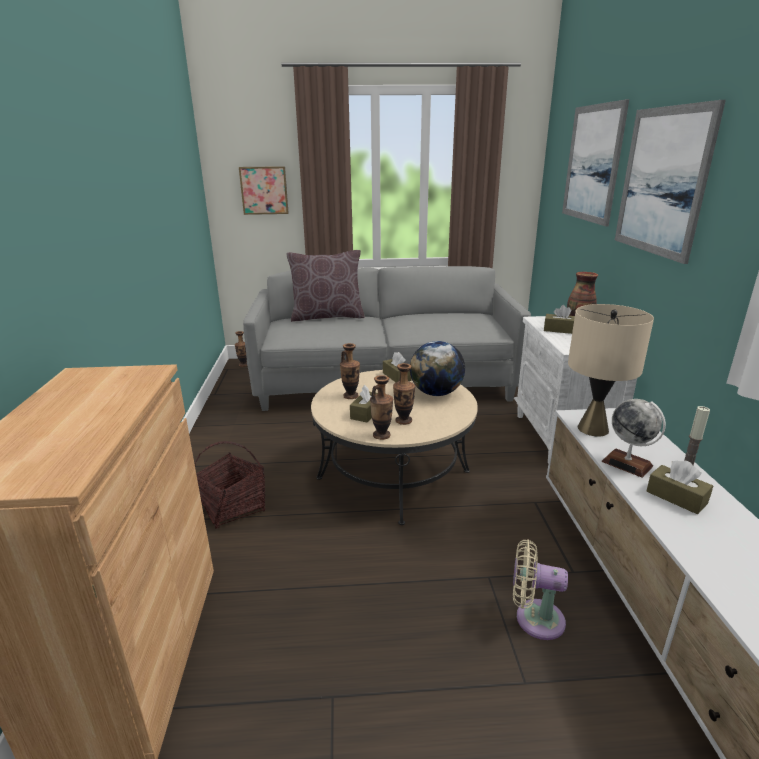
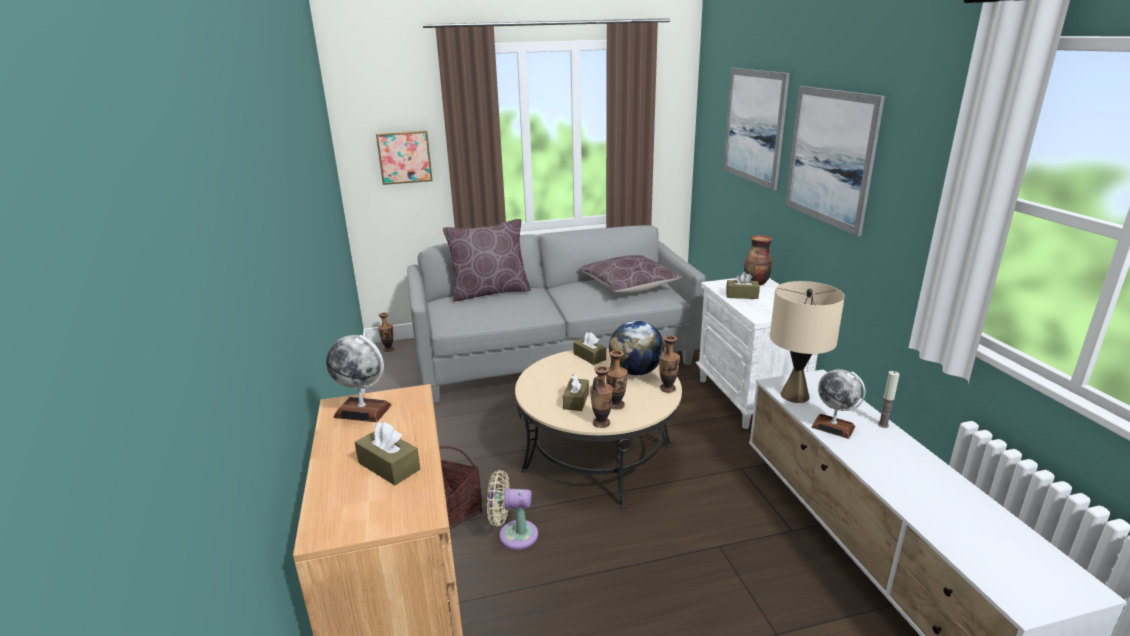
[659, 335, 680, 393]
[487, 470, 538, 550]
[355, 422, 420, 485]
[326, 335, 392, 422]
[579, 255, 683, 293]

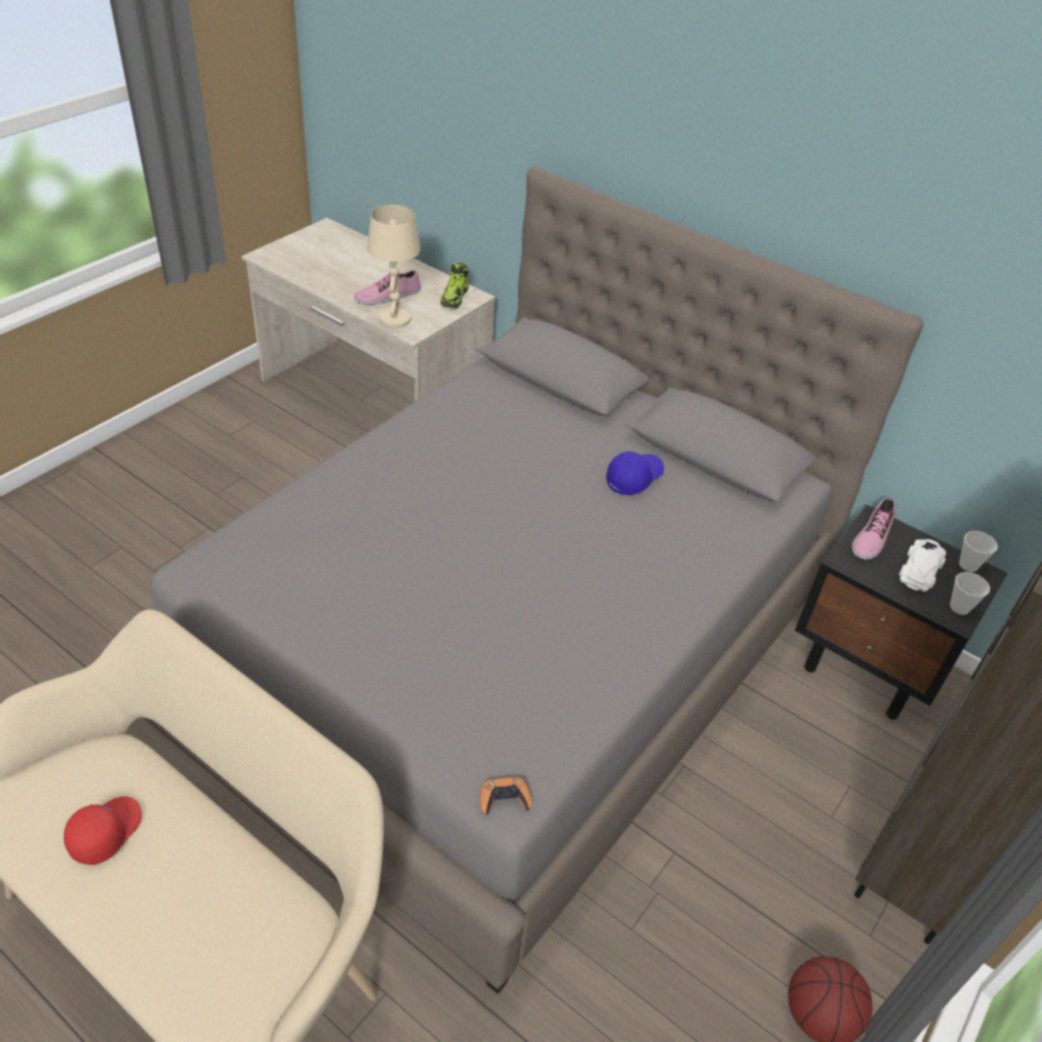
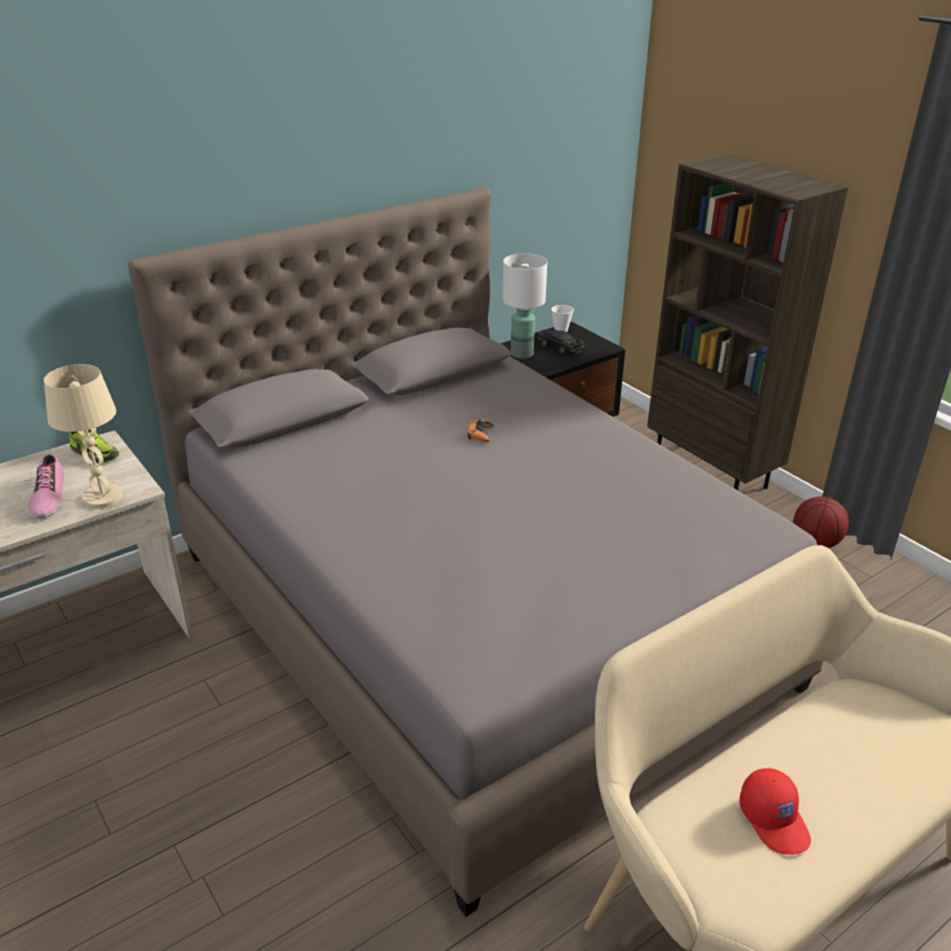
[739, 768, 811, 855]
[468, 419, 493, 442]
[606, 451, 664, 495] (first image)
[502, 253, 547, 359]
[537, 329, 585, 355]
[950, 572, 990, 615] (first image)

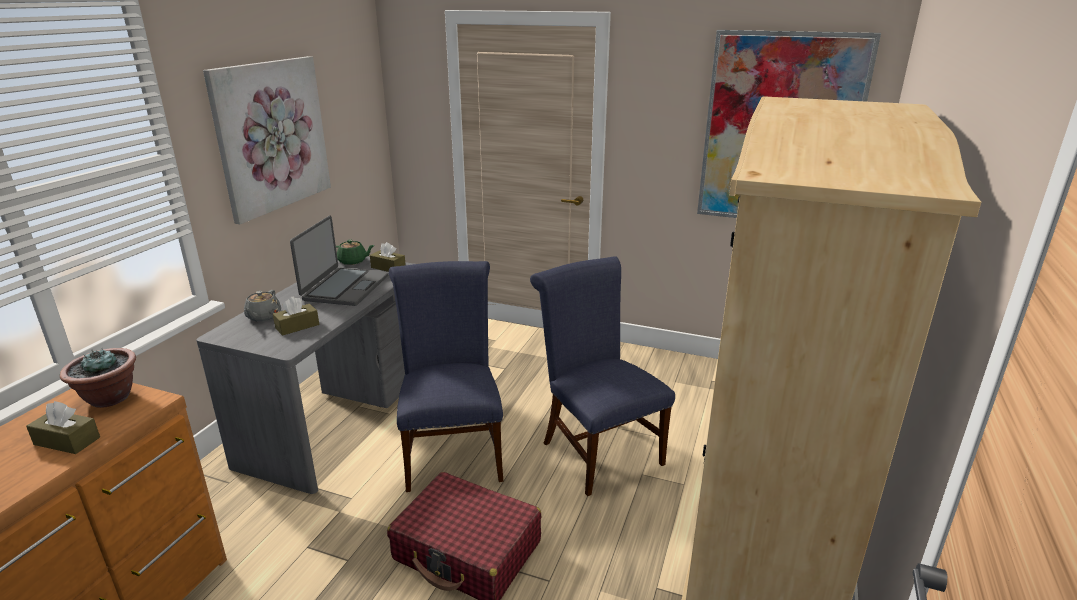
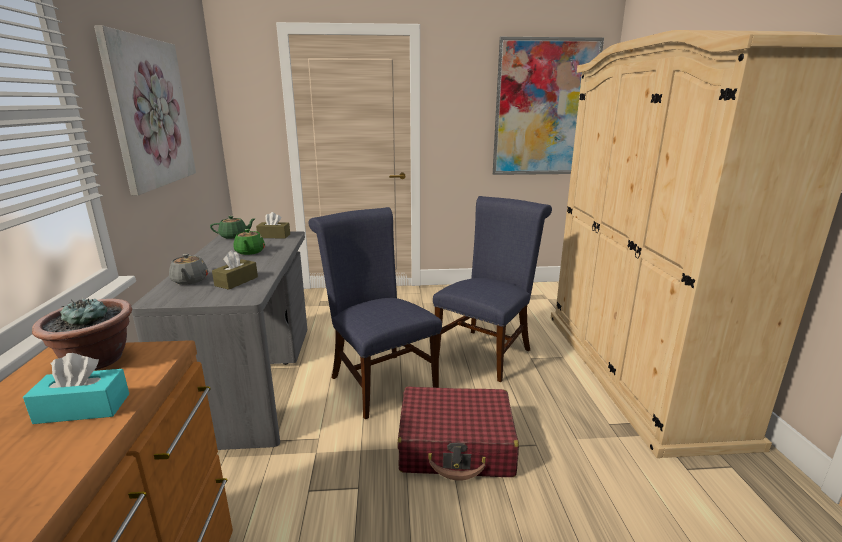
[23, 353, 129, 424]
[233, 229, 265, 255]
[433, 196, 552, 382]

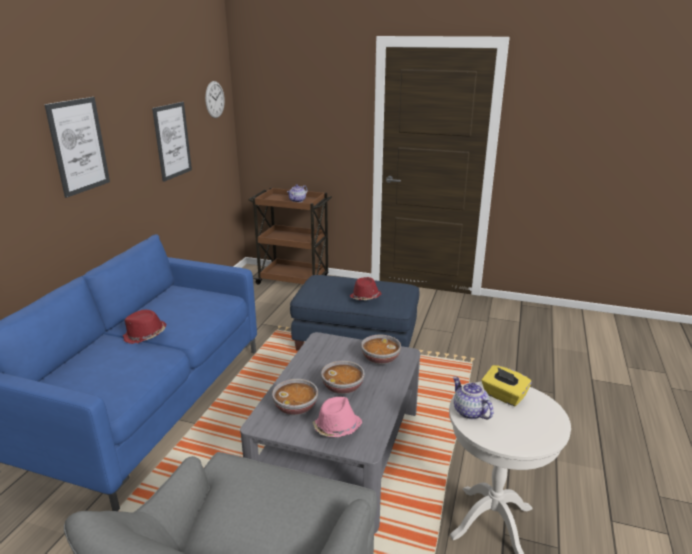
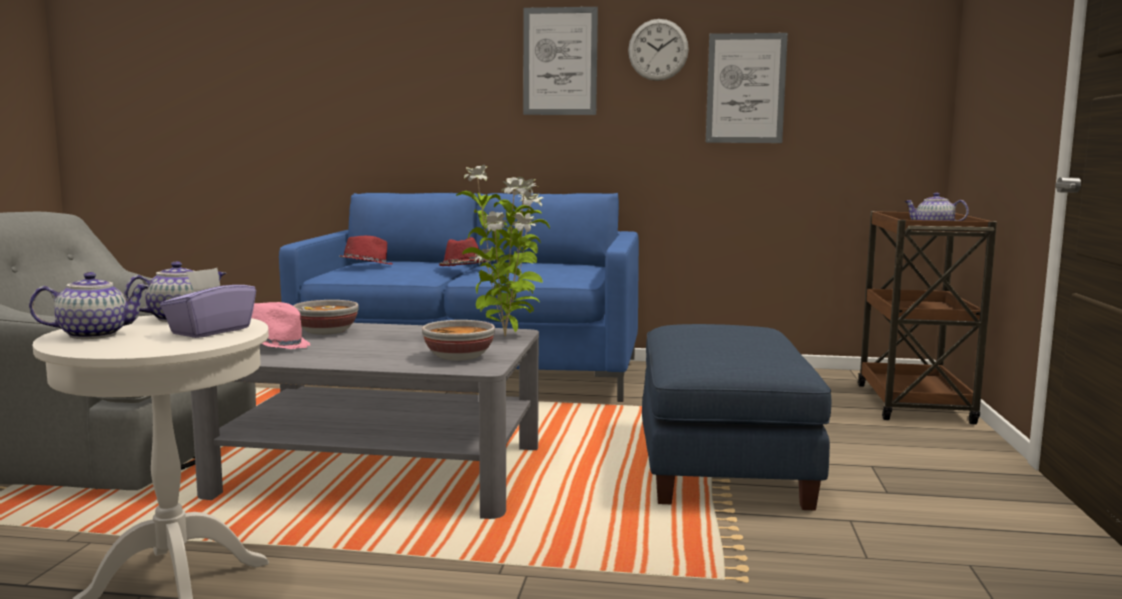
[628, 19, 689, 81]
[321, 361, 365, 395] (first image)
[340, 236, 393, 265]
[160, 268, 256, 338]
[29, 272, 150, 339]
[456, 165, 550, 336]

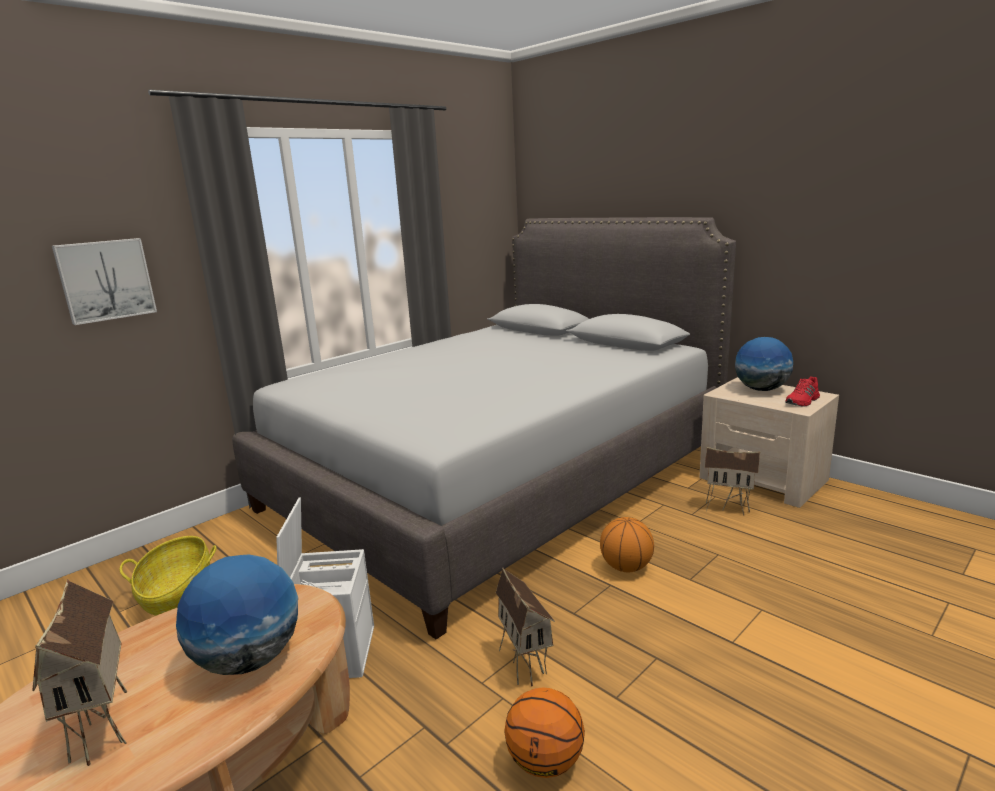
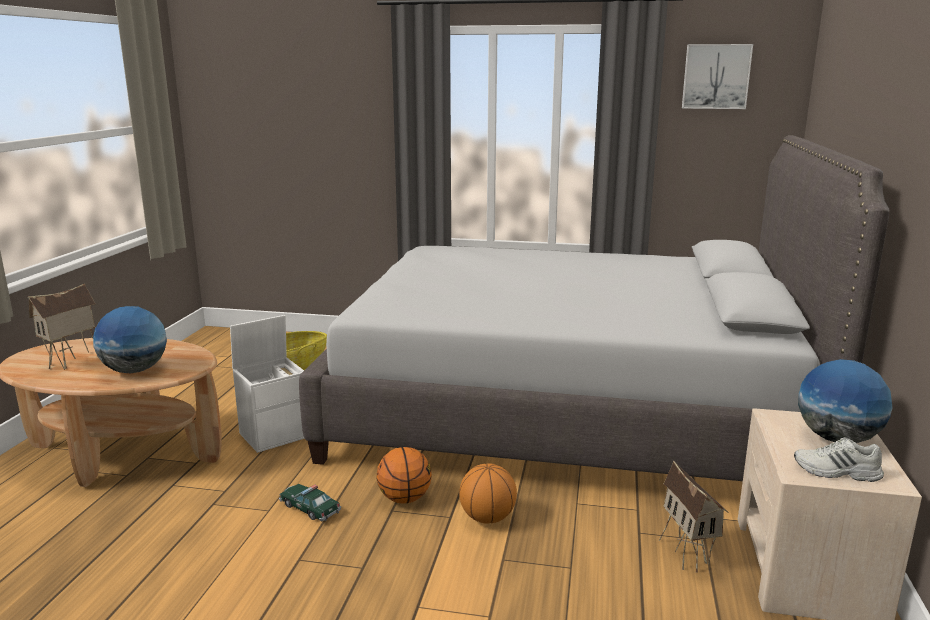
[682, 44, 753, 109]
[279, 484, 341, 521]
[377, 447, 432, 504]
[794, 438, 884, 482]

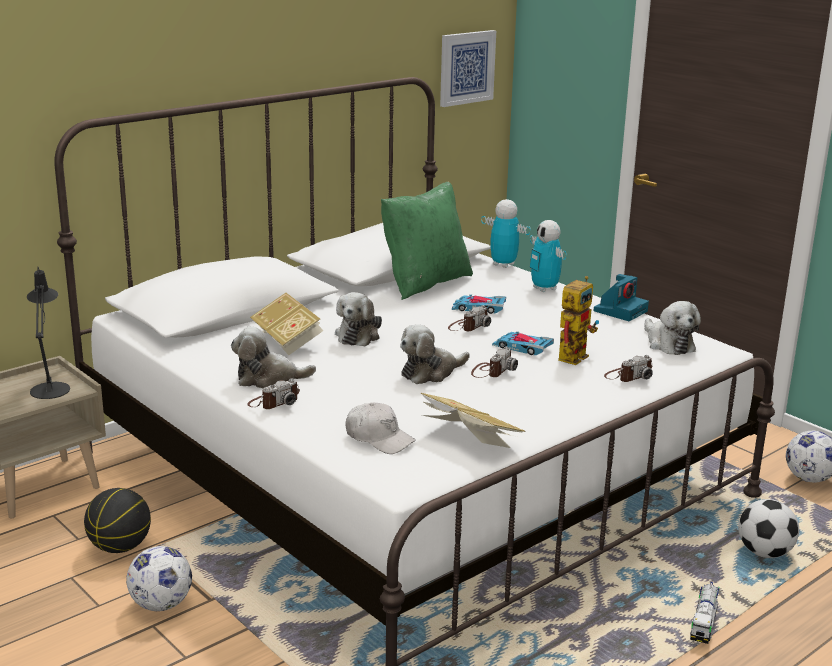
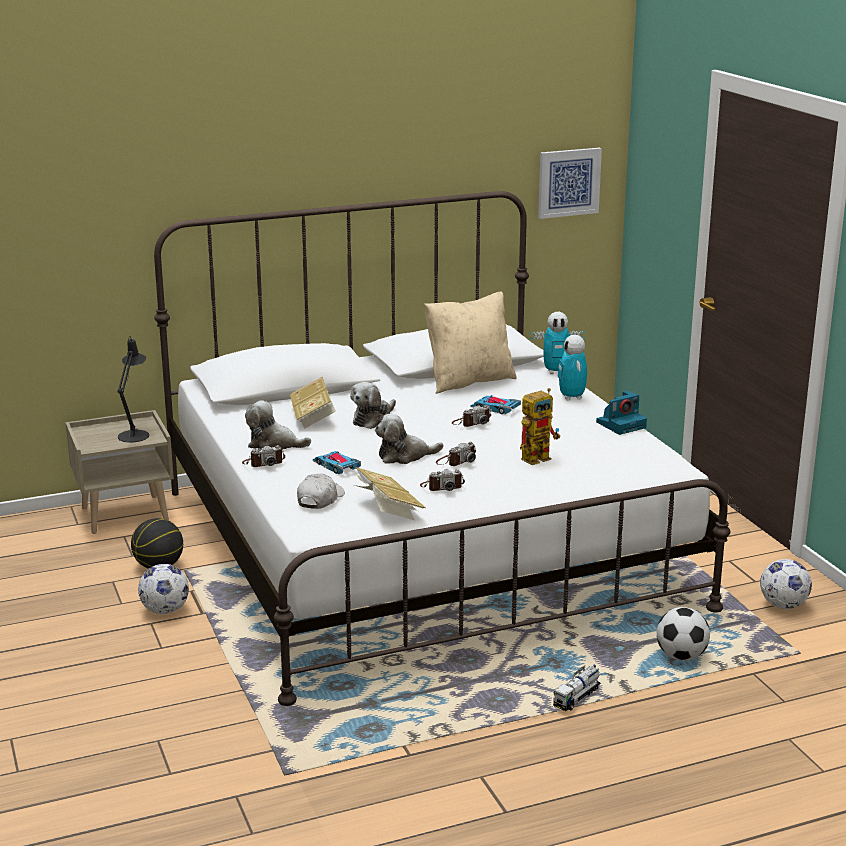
[297, 473, 345, 509]
[424, 292, 517, 394]
[530, 312, 585, 374]
[313, 451, 361, 474]
[420, 469, 465, 491]
[644, 301, 701, 355] (first image)

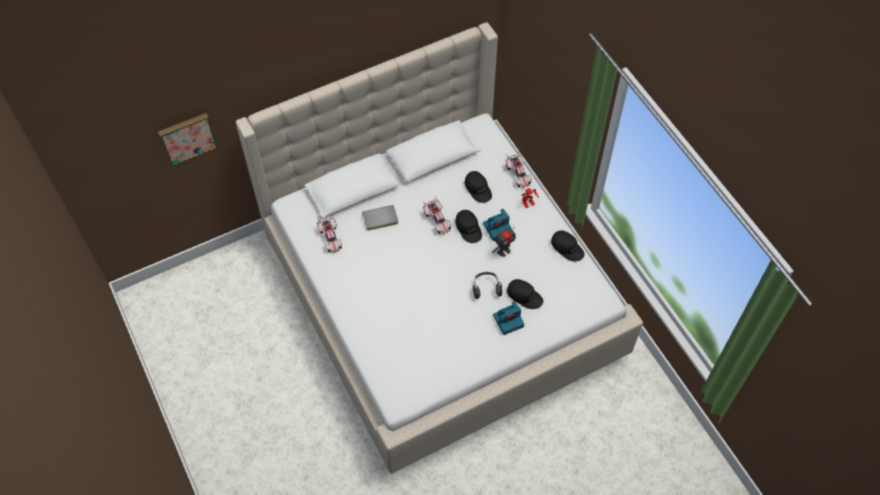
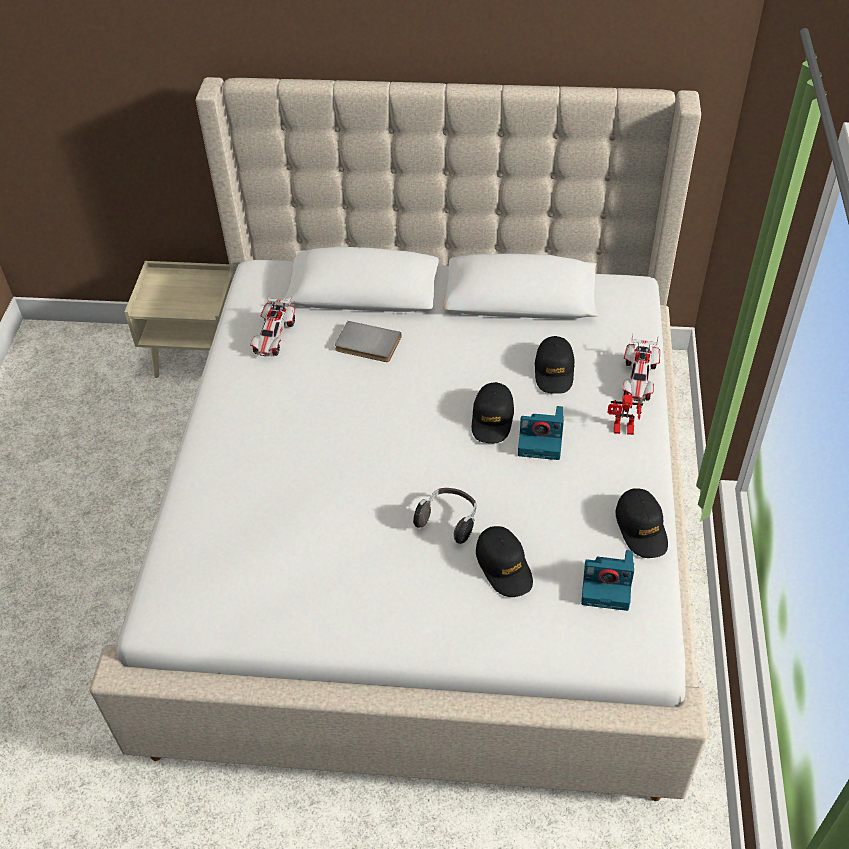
[158, 113, 218, 166] (first image)
[423, 196, 452, 234] (first image)
[492, 225, 516, 257] (first image)
[581, 550, 634, 611]
[125, 261, 232, 378]

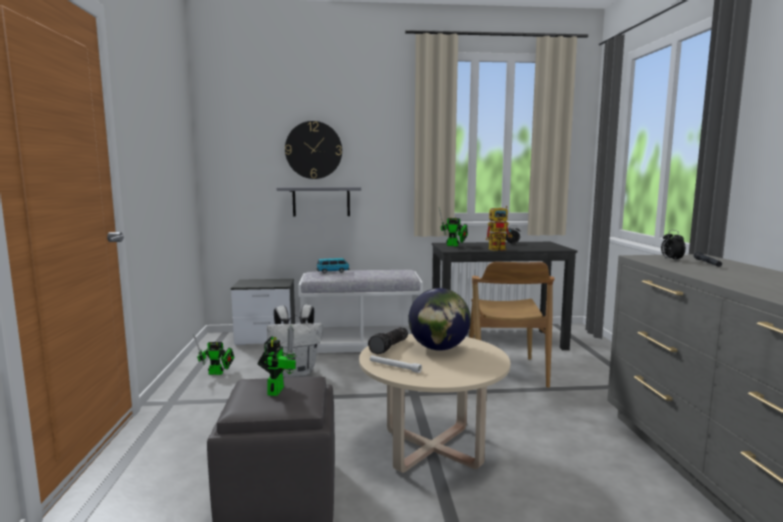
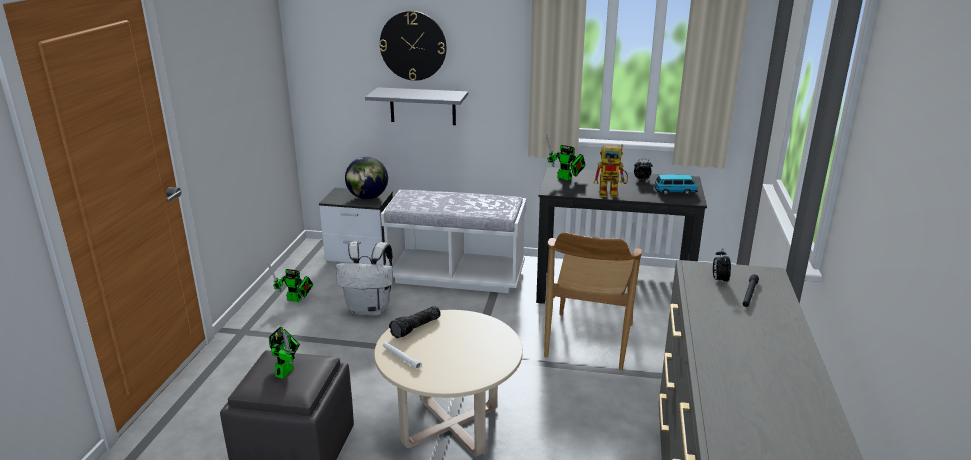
[654, 175, 698, 195]
[345, 157, 388, 200]

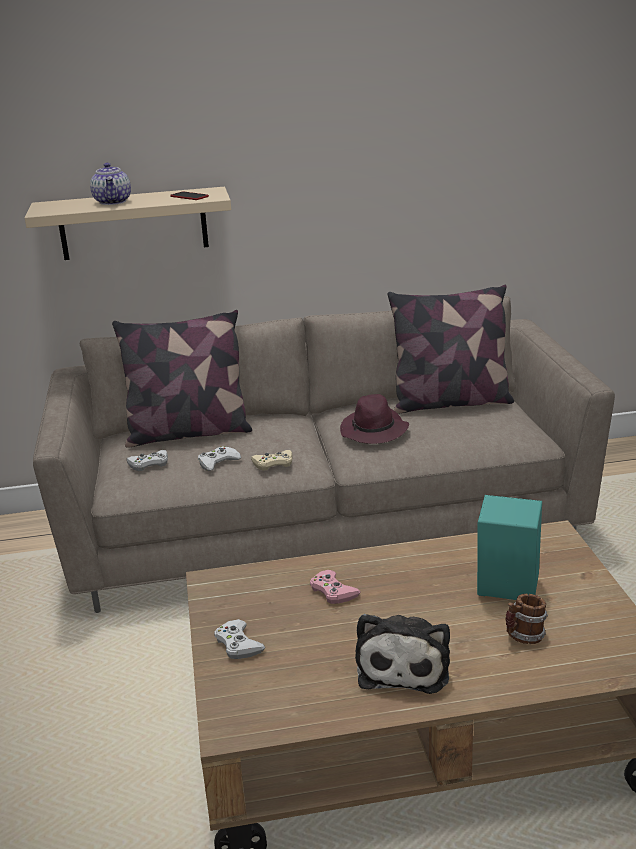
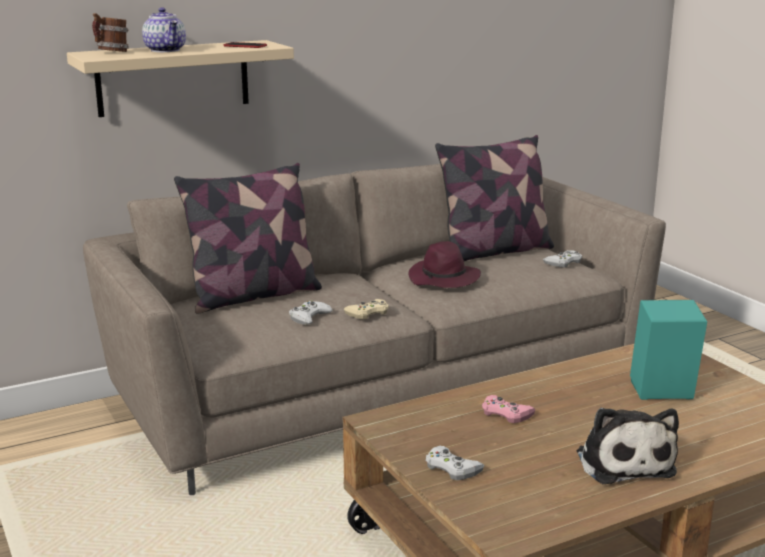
[543, 250, 582, 268]
[92, 13, 129, 52]

